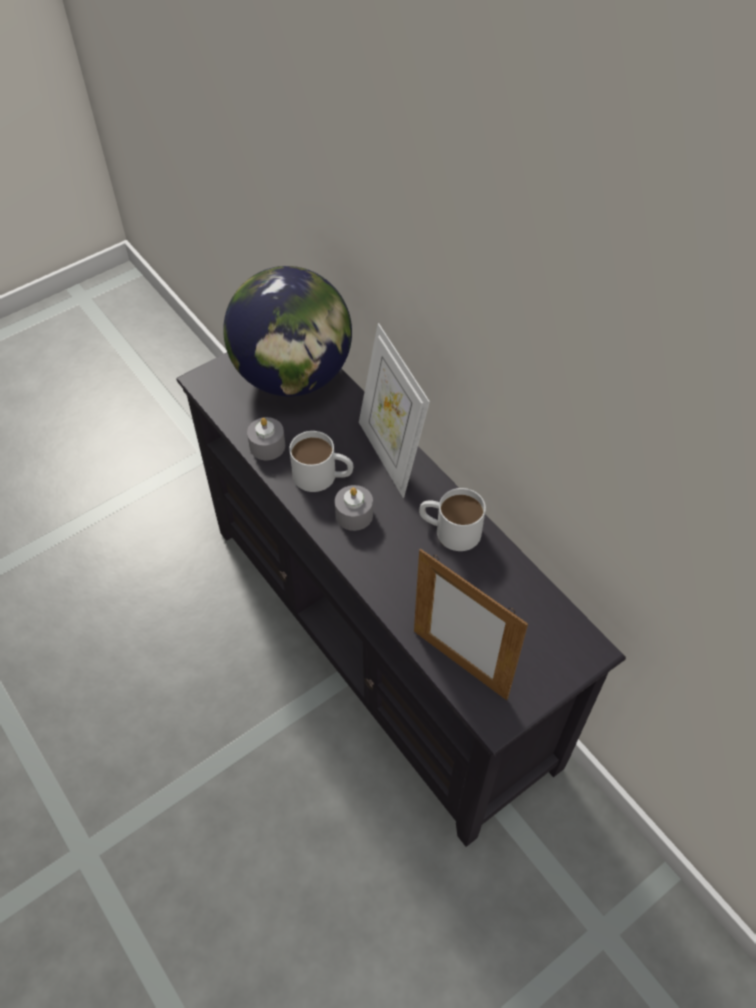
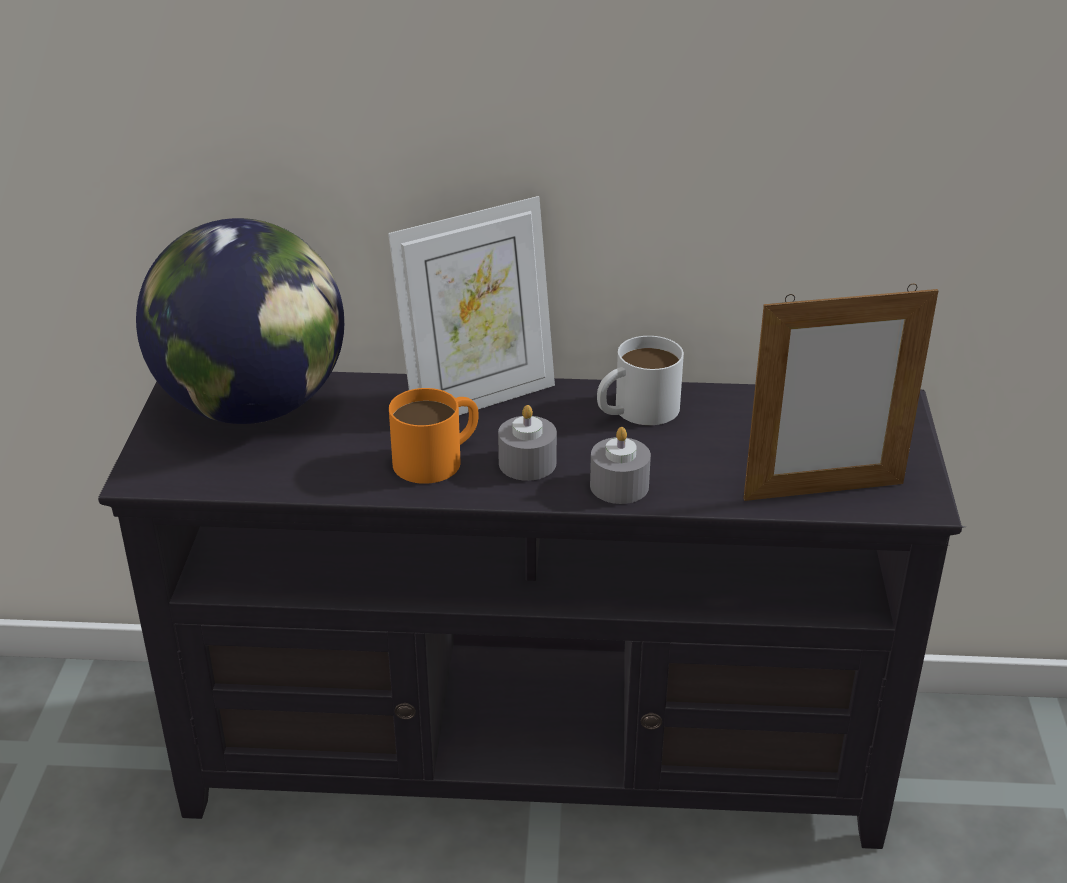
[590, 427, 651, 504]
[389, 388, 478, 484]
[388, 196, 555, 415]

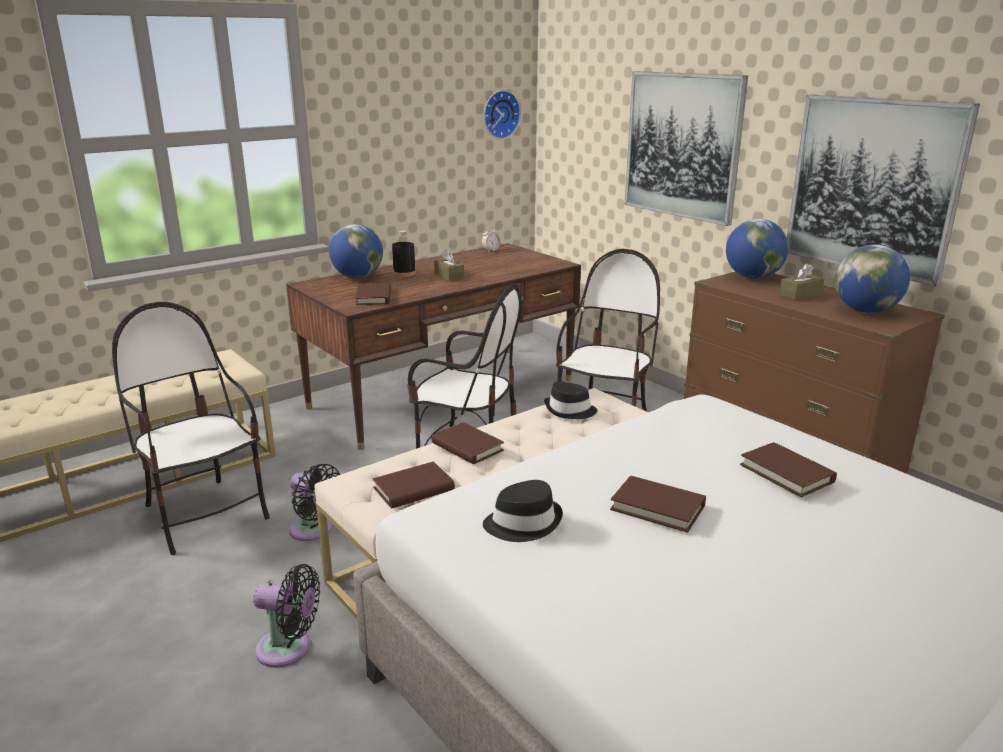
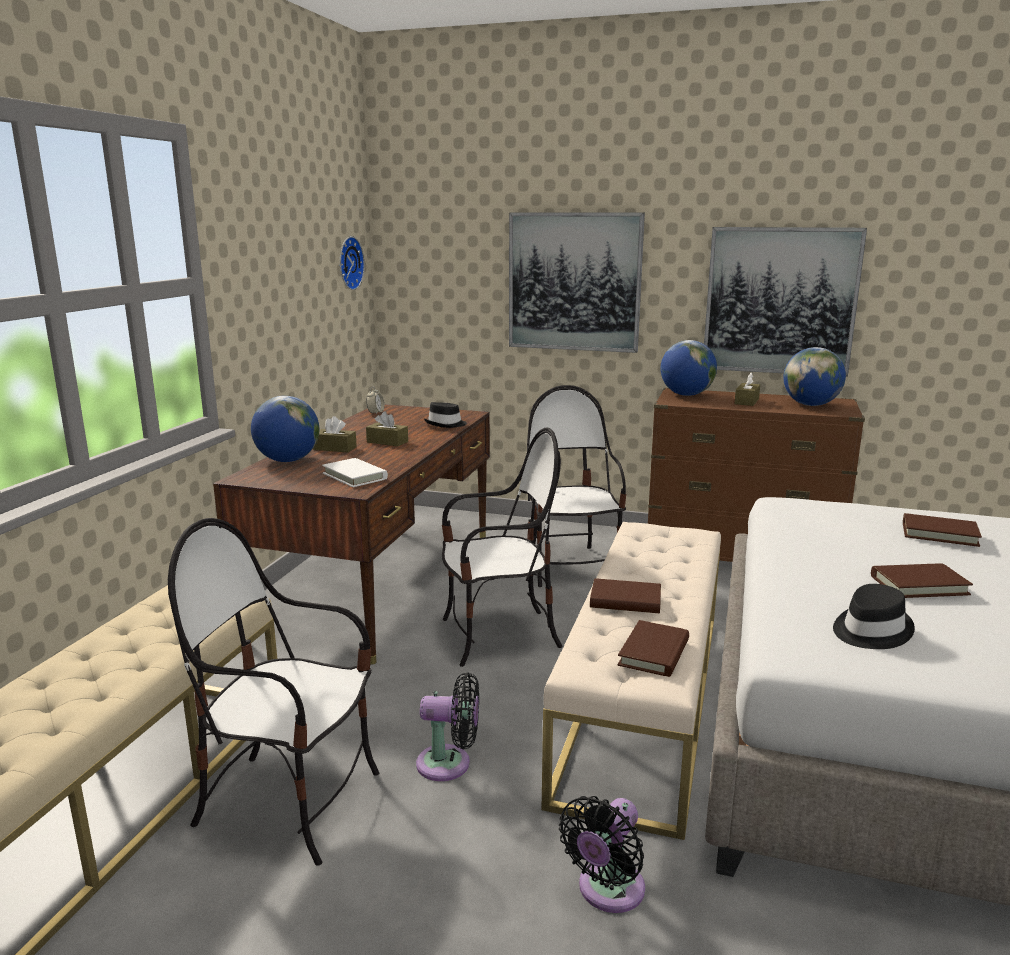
[559, 796, 645, 913]
[322, 458, 388, 487]
[313, 416, 357, 452]
[424, 402, 467, 428]

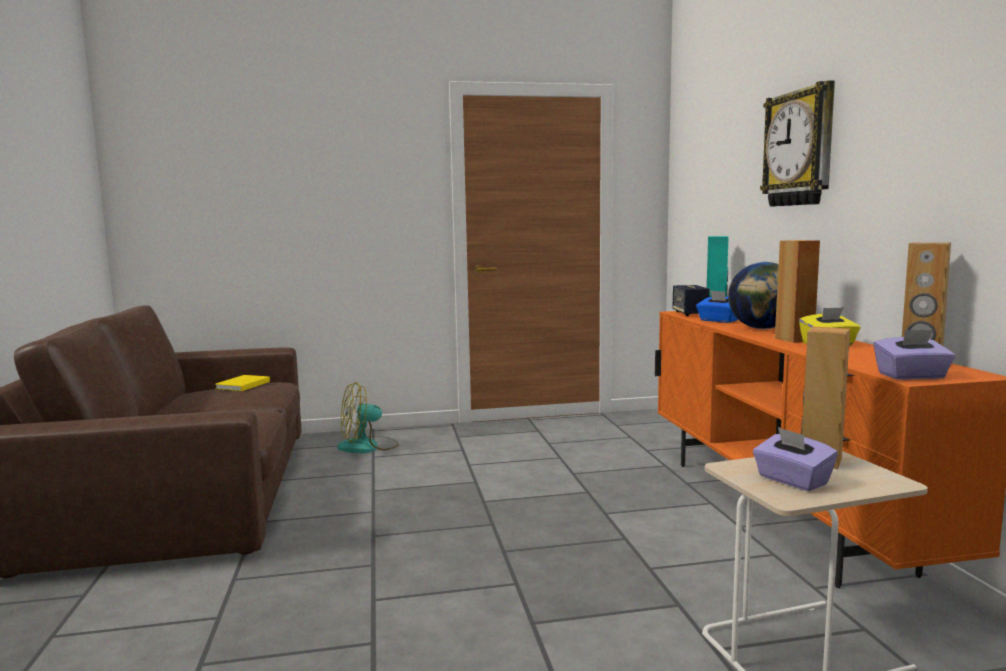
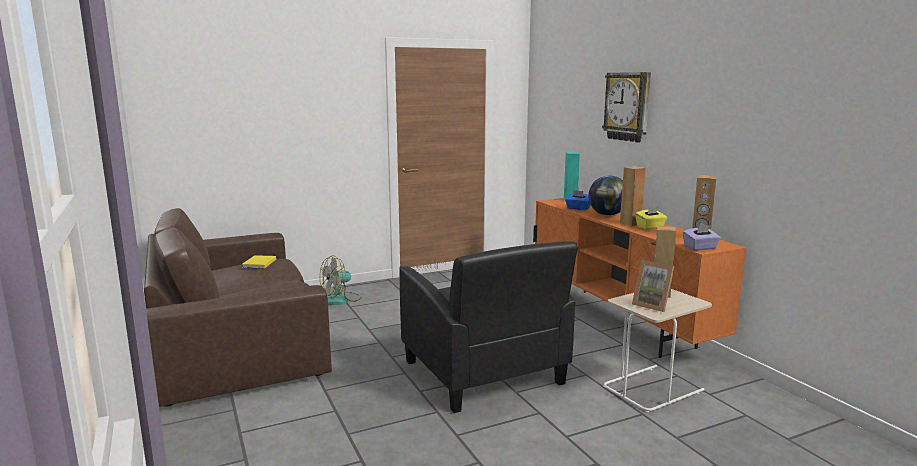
[673, 285, 710, 316] (first image)
[632, 260, 674, 312]
[399, 241, 578, 413]

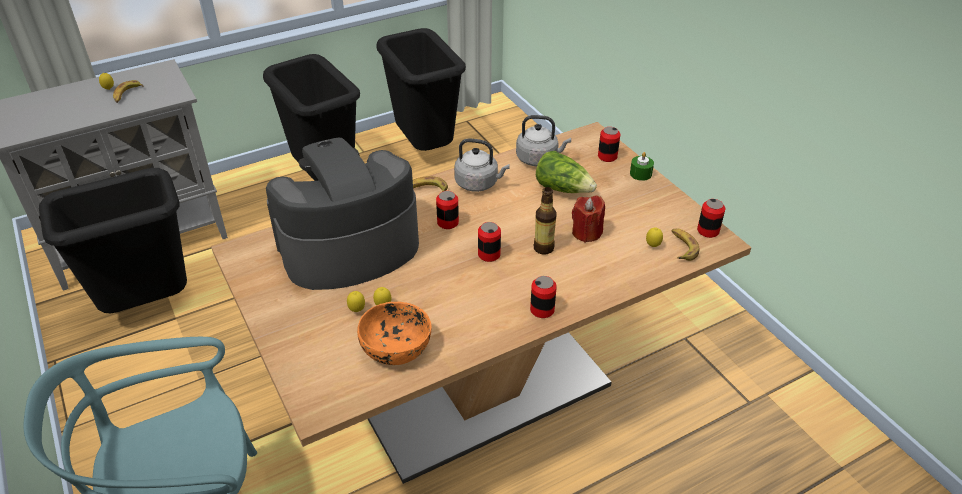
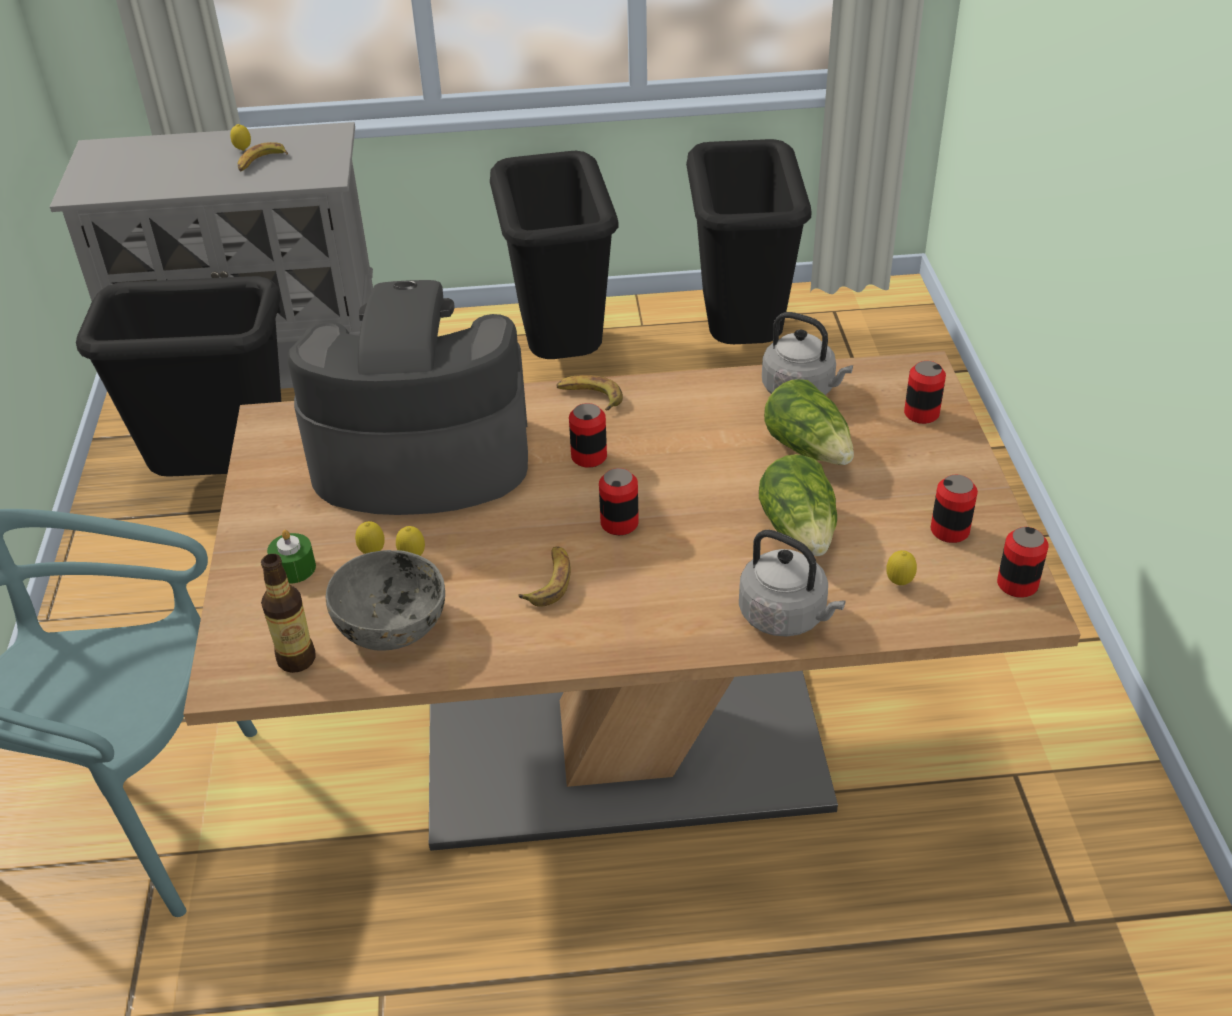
[326, 550, 445, 651]
[739, 530, 846, 637]
[931, 475, 978, 543]
[261, 554, 316, 673]
[759, 454, 837, 556]
[267, 530, 316, 584]
[518, 546, 571, 607]

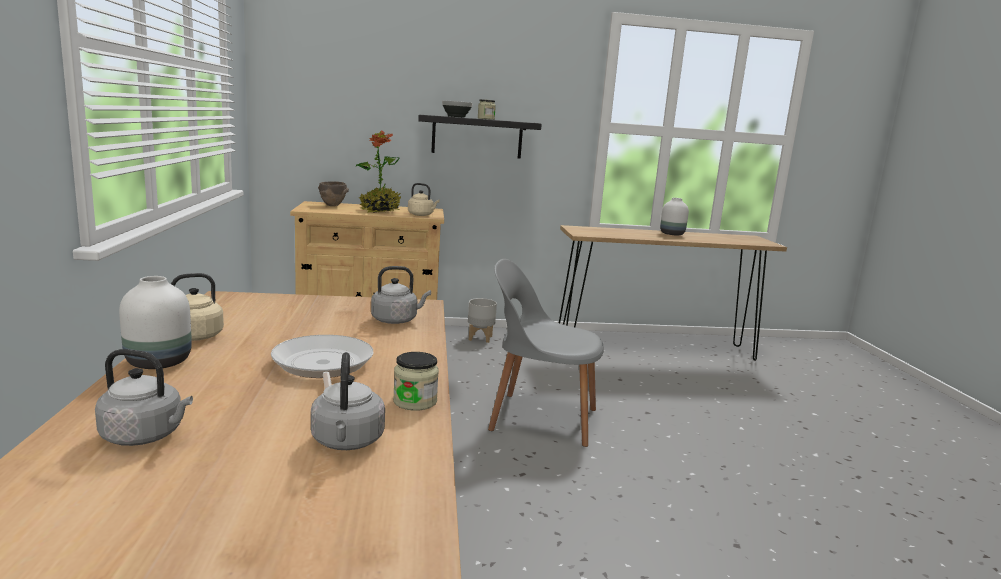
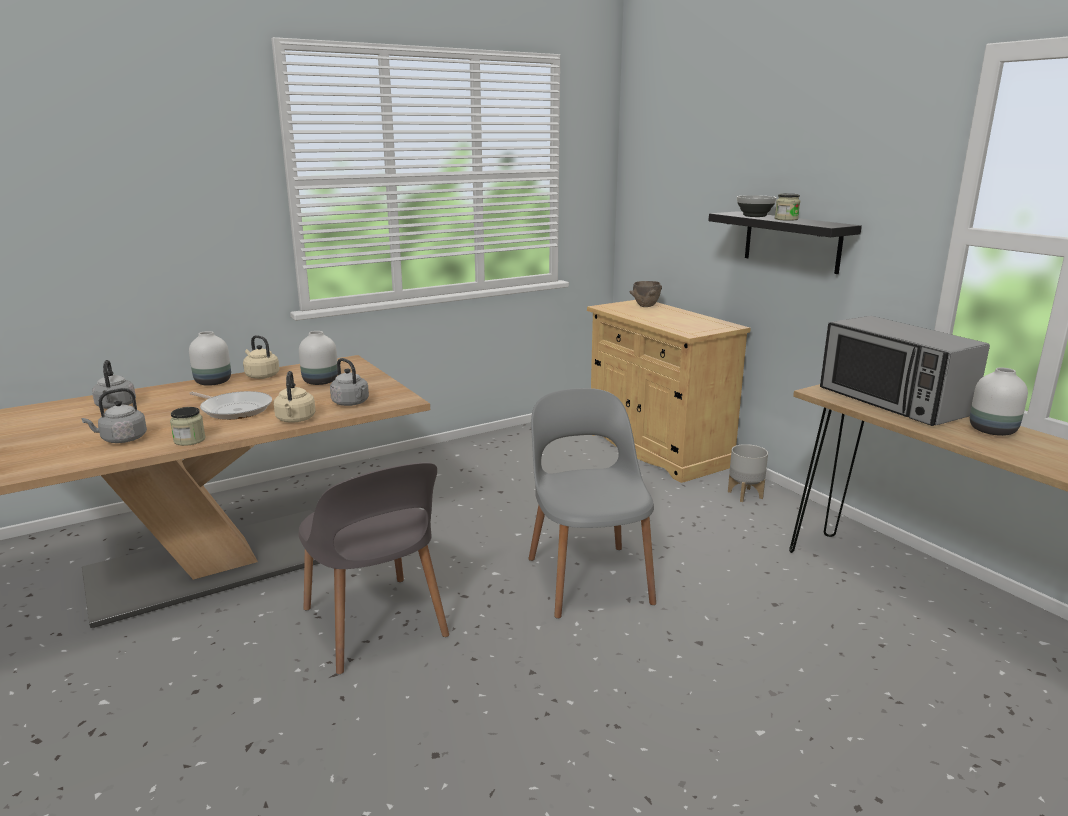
[189, 391, 272, 420]
[356, 130, 401, 213] (first image)
[274, 371, 316, 423]
[299, 331, 338, 385]
[299, 462, 449, 674]
[820, 316, 990, 426]

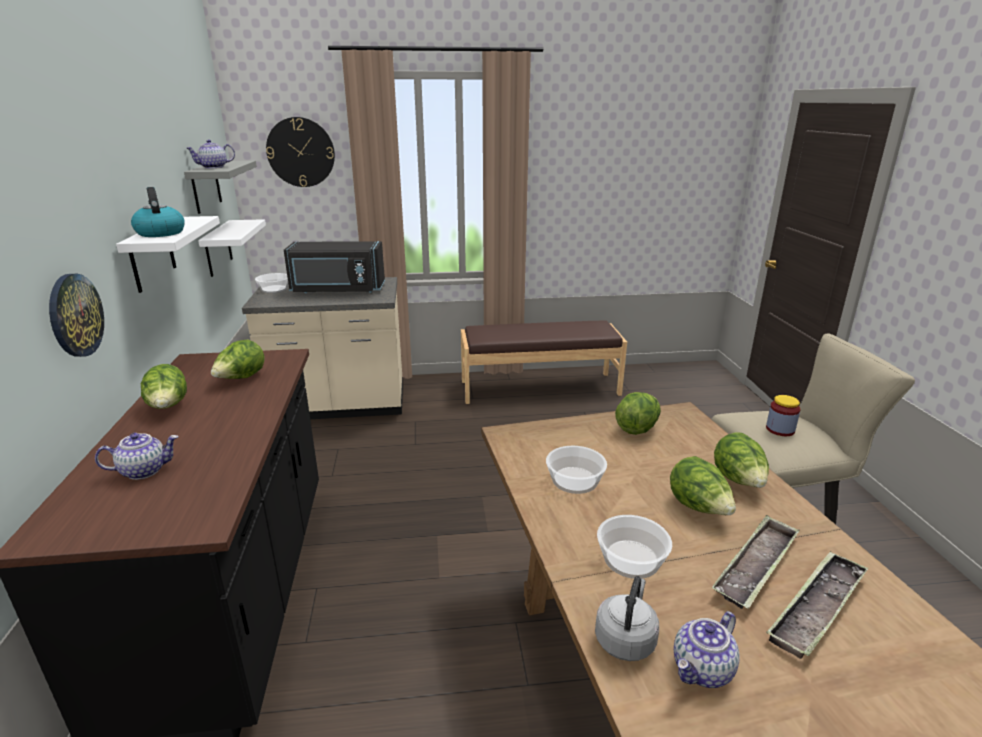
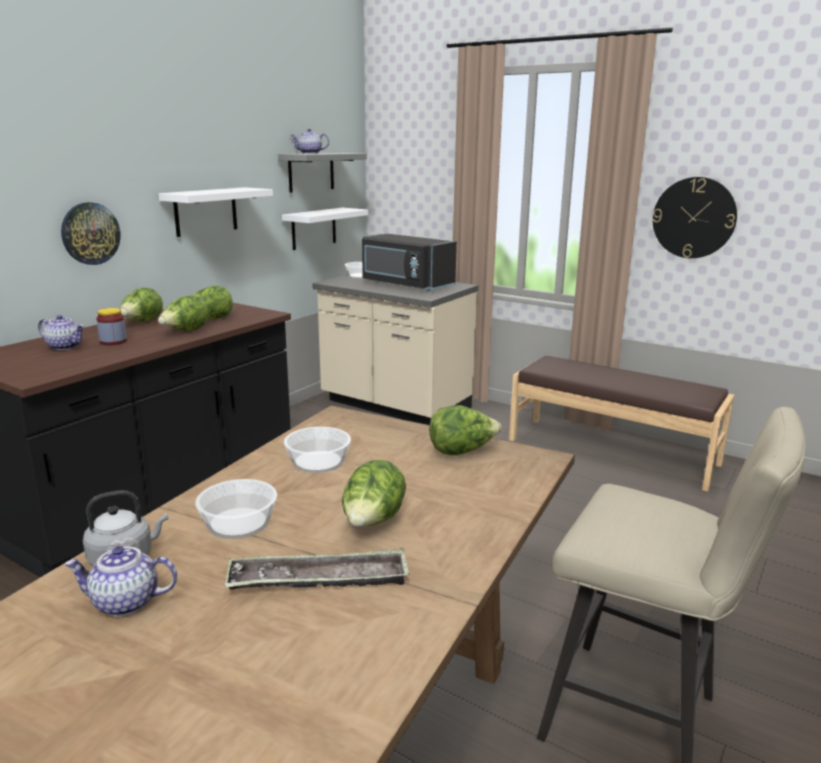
[131, 187, 185, 237] (first image)
[653, 177, 737, 258]
[158, 295, 209, 331]
[96, 308, 127, 345]
[766, 551, 868, 659] (first image)

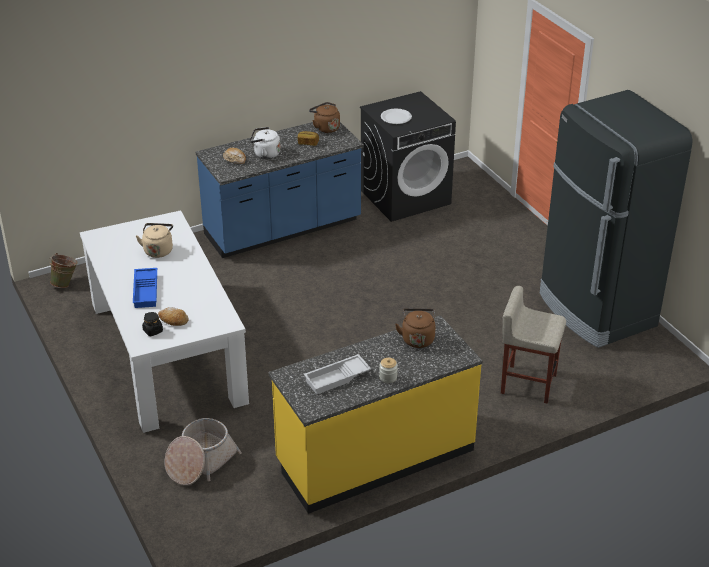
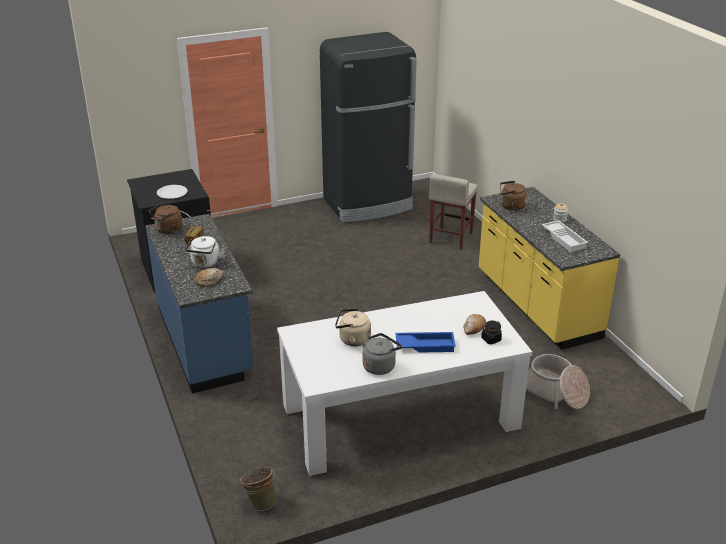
[362, 333, 402, 375]

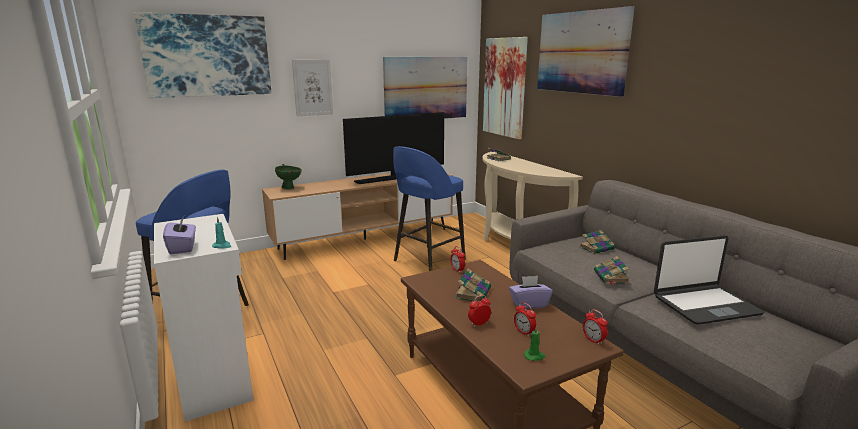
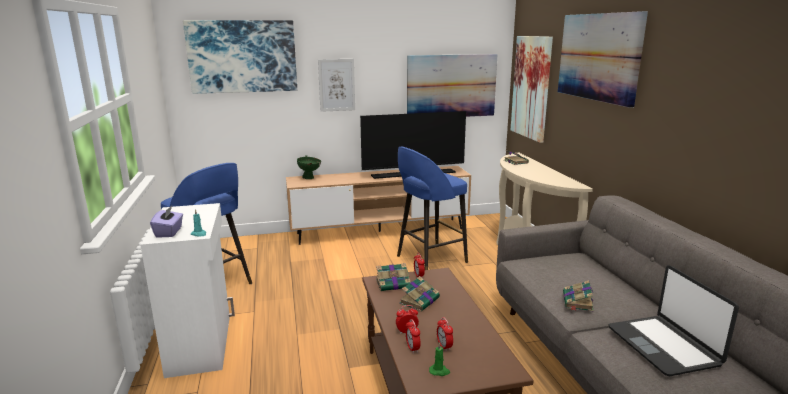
[509, 276, 552, 309] (first image)
[376, 263, 410, 291]
[406, 319, 420, 353]
[609, 265, 739, 376]

